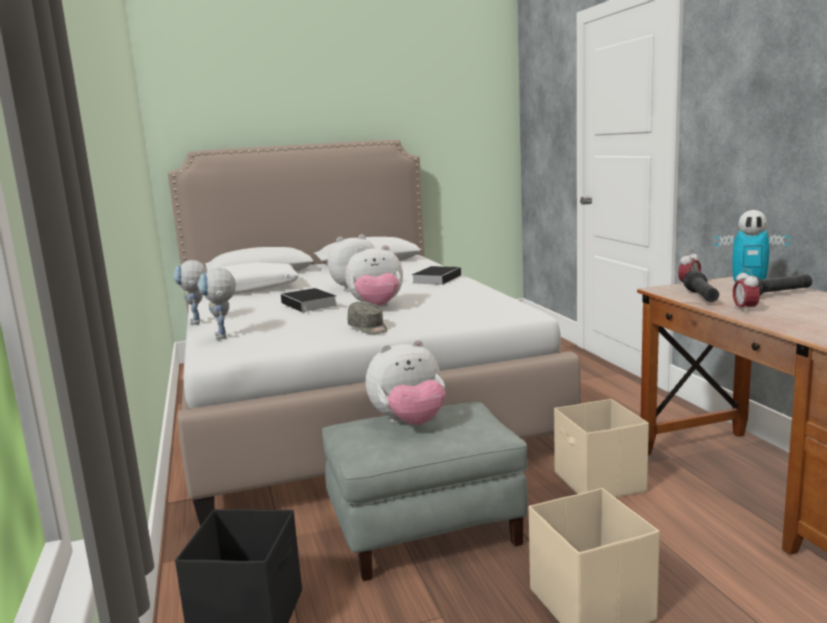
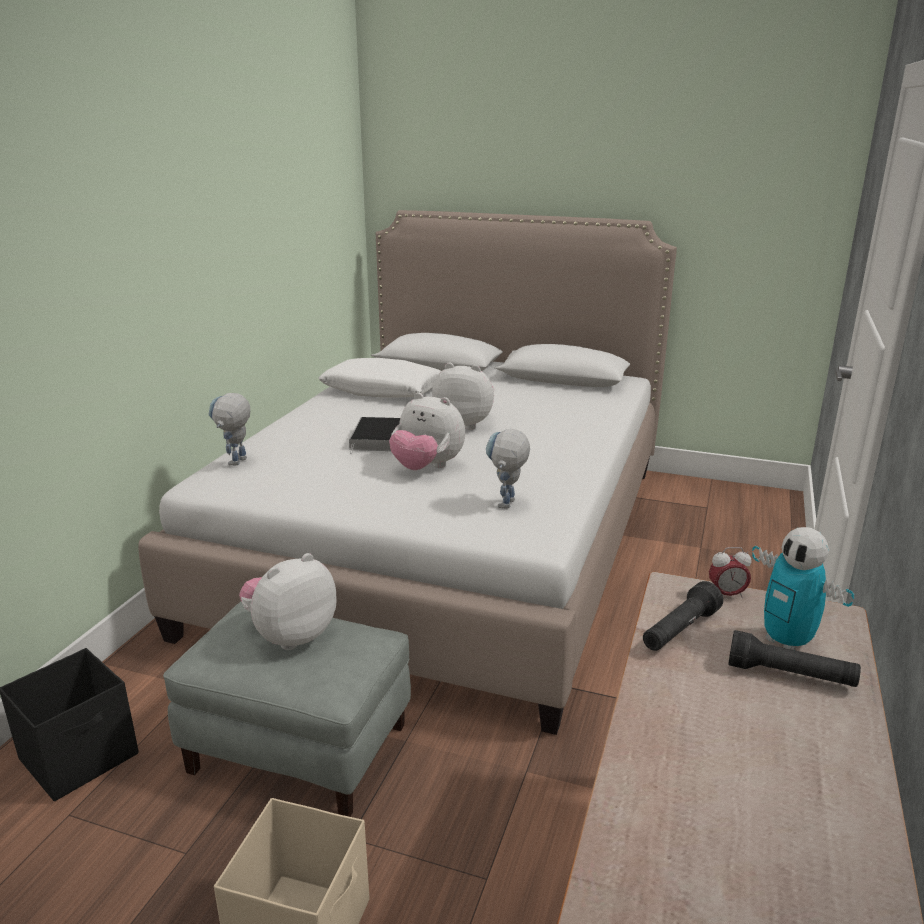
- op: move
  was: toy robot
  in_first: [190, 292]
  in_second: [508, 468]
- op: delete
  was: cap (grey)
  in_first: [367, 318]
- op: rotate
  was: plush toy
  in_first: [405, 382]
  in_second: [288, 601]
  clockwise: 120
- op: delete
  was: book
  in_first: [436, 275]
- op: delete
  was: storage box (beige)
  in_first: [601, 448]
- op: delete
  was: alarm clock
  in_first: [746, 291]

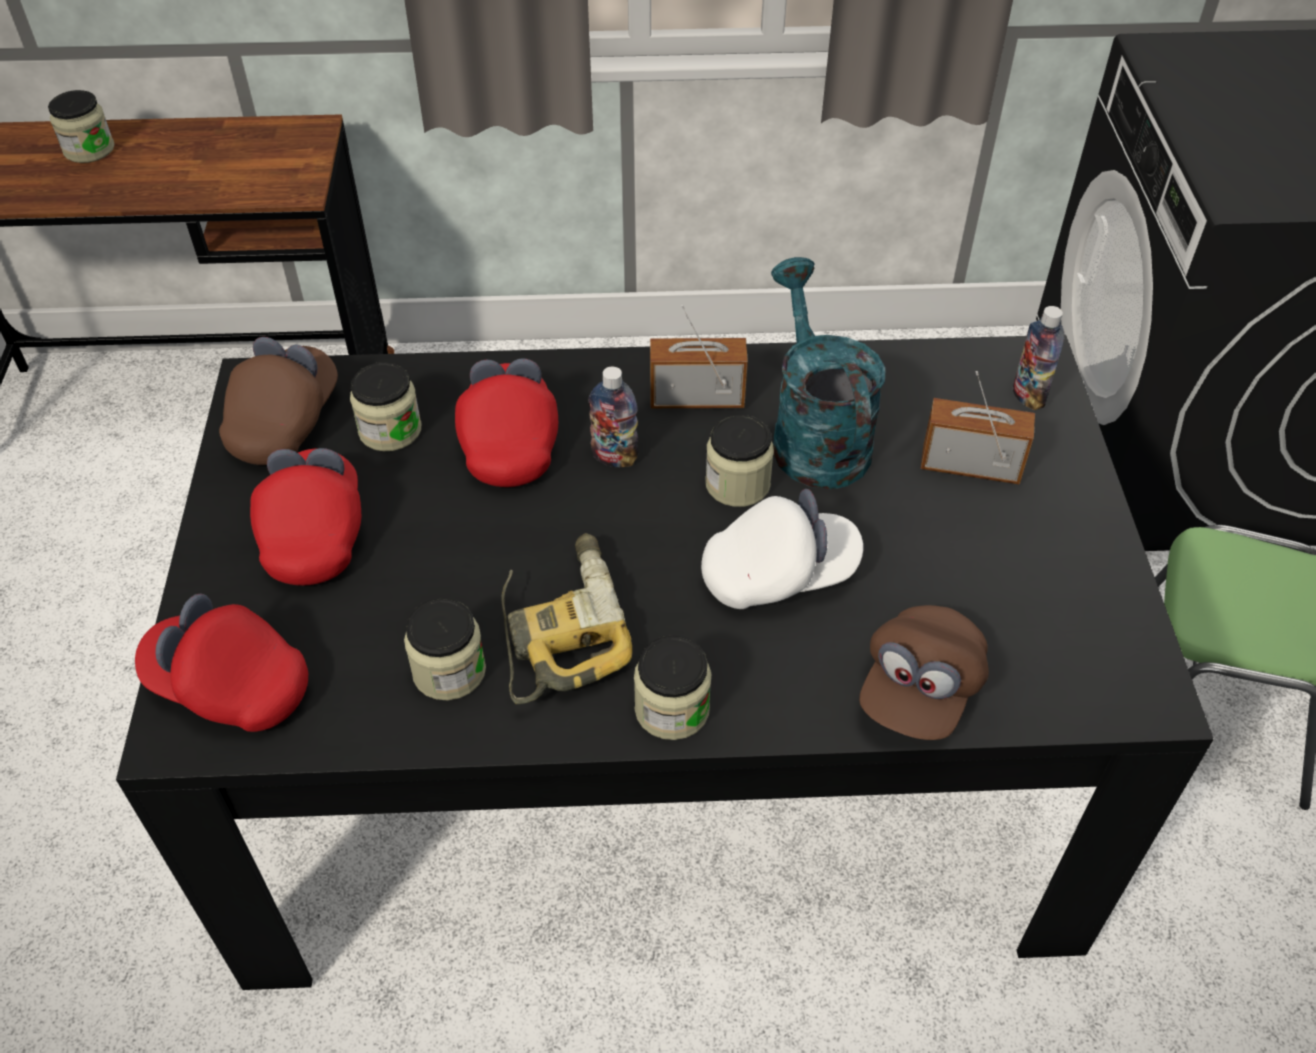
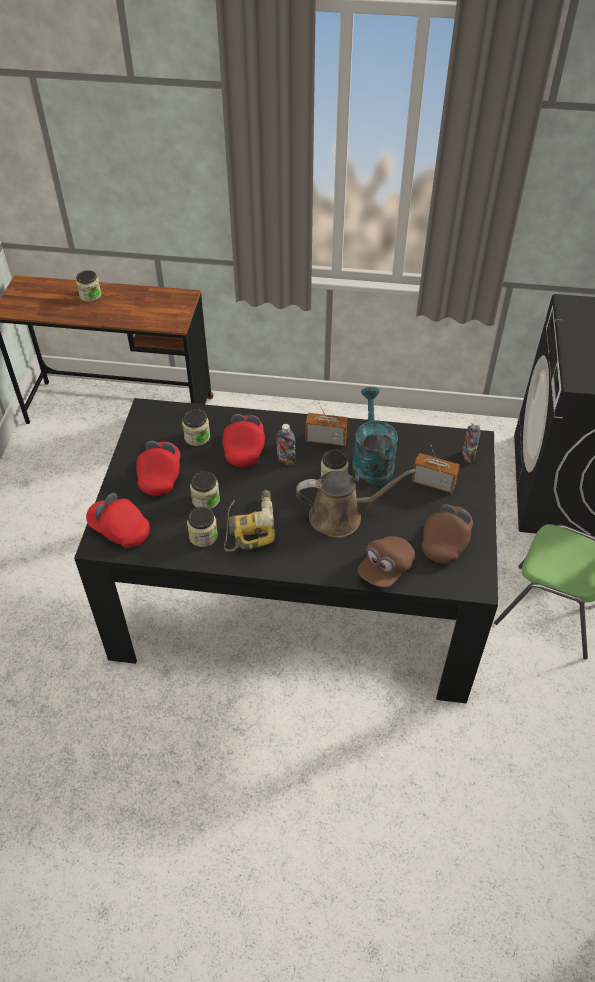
- op: move
  was: cap (brown)
  in_first: [278, 401]
  in_second: [447, 534]
- op: move
  was: jar
  in_first: [672, 688]
  in_second: [205, 490]
- op: replace
  was: cap (white)
  now: watering can (brown)
  in_first: [782, 549]
  in_second: [356, 503]

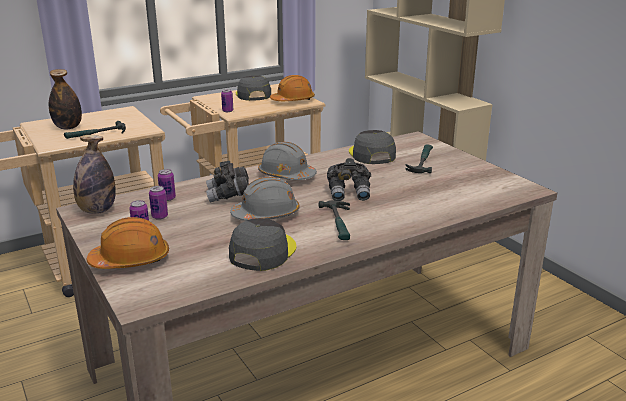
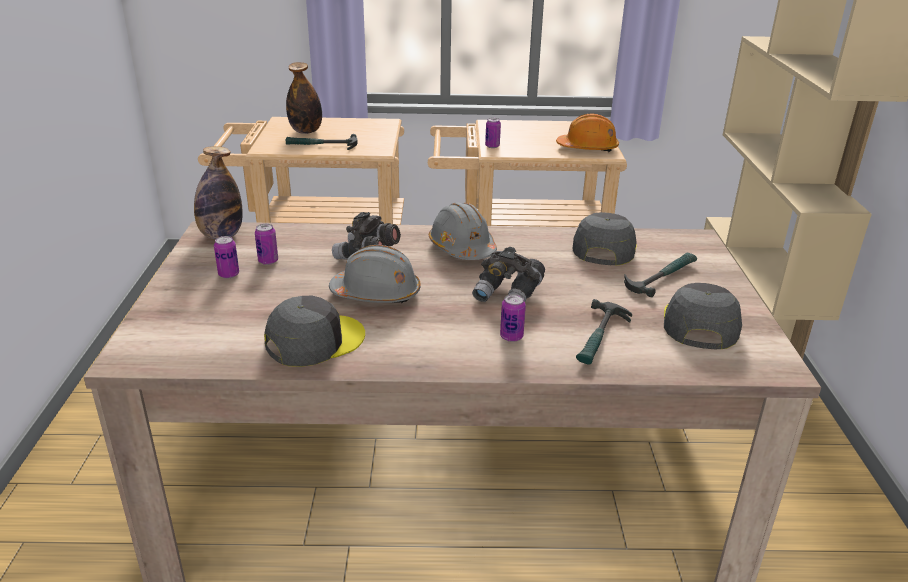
- op: delete
  was: hard hat (orange)
  in_first: [128, 243]
- op: move
  was: can
  in_first: [167, 185]
  in_second: [513, 318]
- op: move
  was: cap (grey)
  in_first: [253, 88]
  in_second: [703, 316]
- op: move
  was: hammer
  in_first: [334, 220]
  in_second: [604, 332]

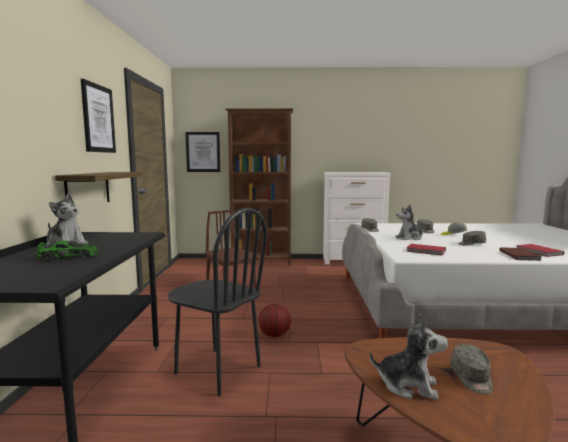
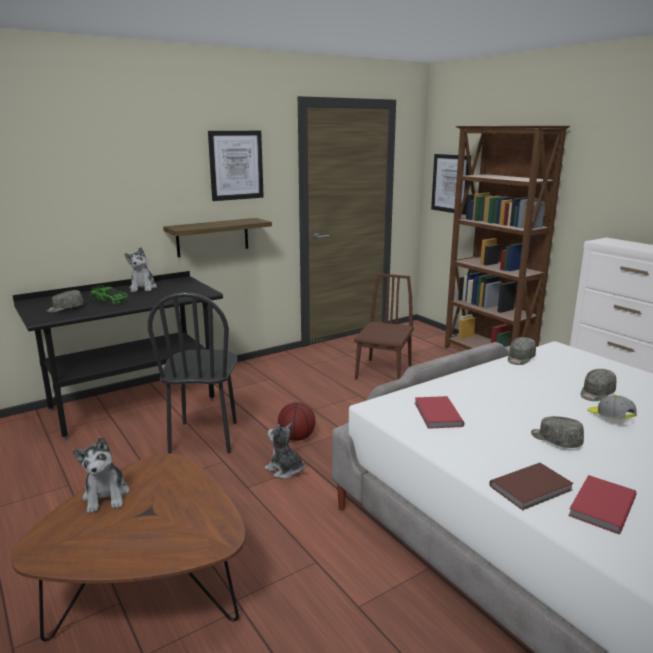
- op: move
  was: plush toy
  in_first: [410, 222]
  in_second: [285, 451]
- op: move
  was: cap (grey)
  in_first: [471, 369]
  in_second: [65, 301]

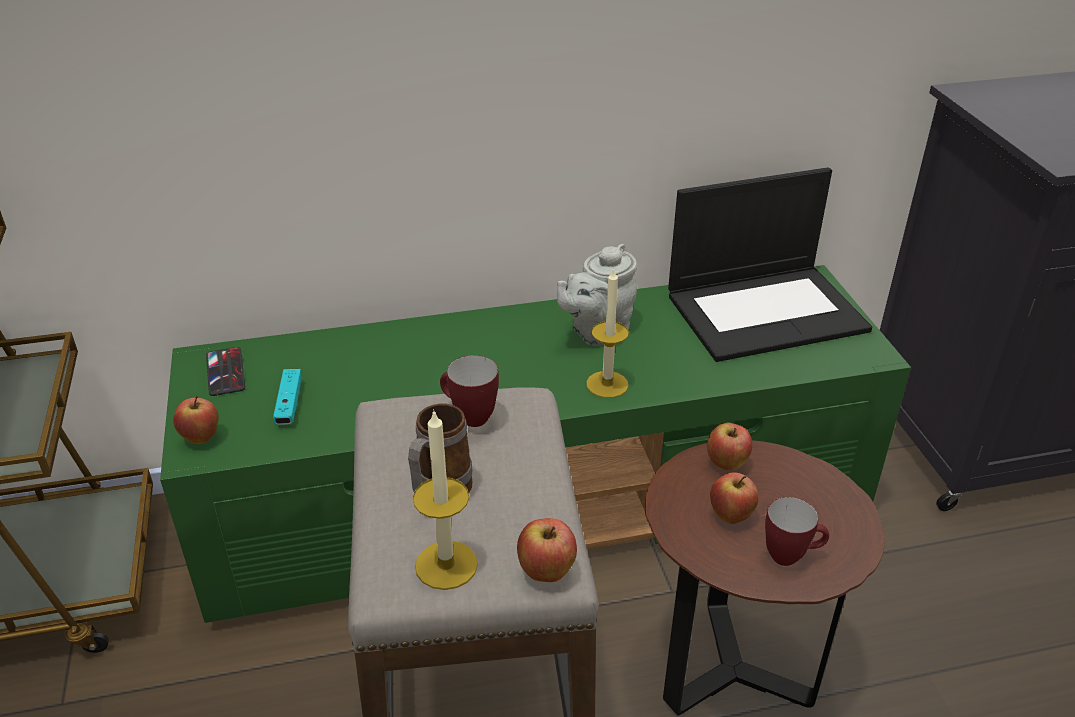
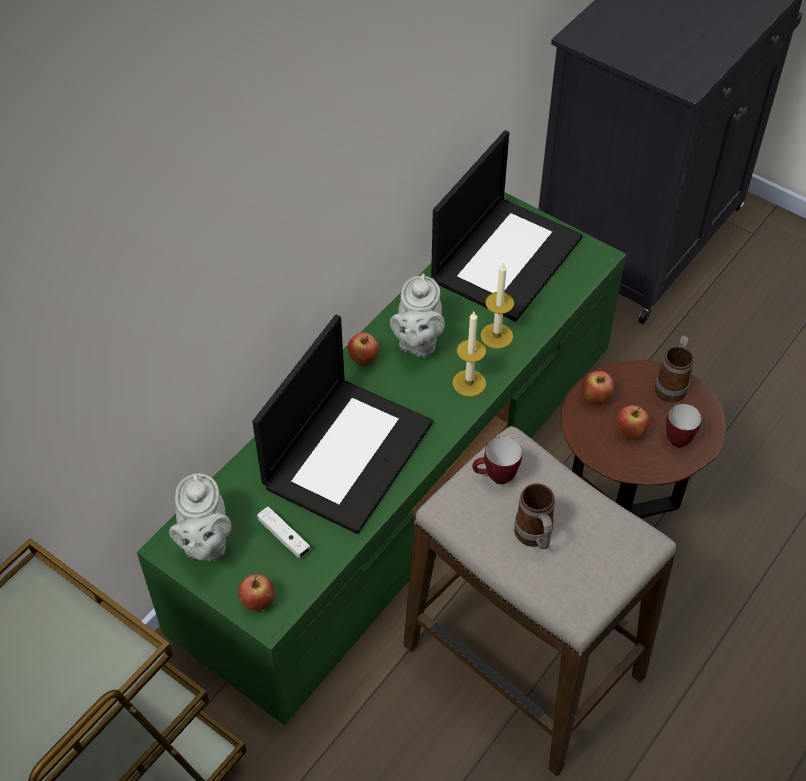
- op: replace
  was: phone
  now: teapot (grey)
  in_first: [225, 371]
  in_second: [200, 517]
- op: recolor
  was: game controller (turquoise)
  now: game controller (white)
  in_first: [287, 397]
  in_second: [283, 532]
- op: move
  was: candle
  in_first: [445, 499]
  in_second: [497, 305]
- op: move
  was: apple
  in_first: [547, 550]
  in_second: [363, 349]
- op: insert
  now: laptop
  in_second: [342, 424]
- op: insert
  now: mug
  in_second: [674, 369]

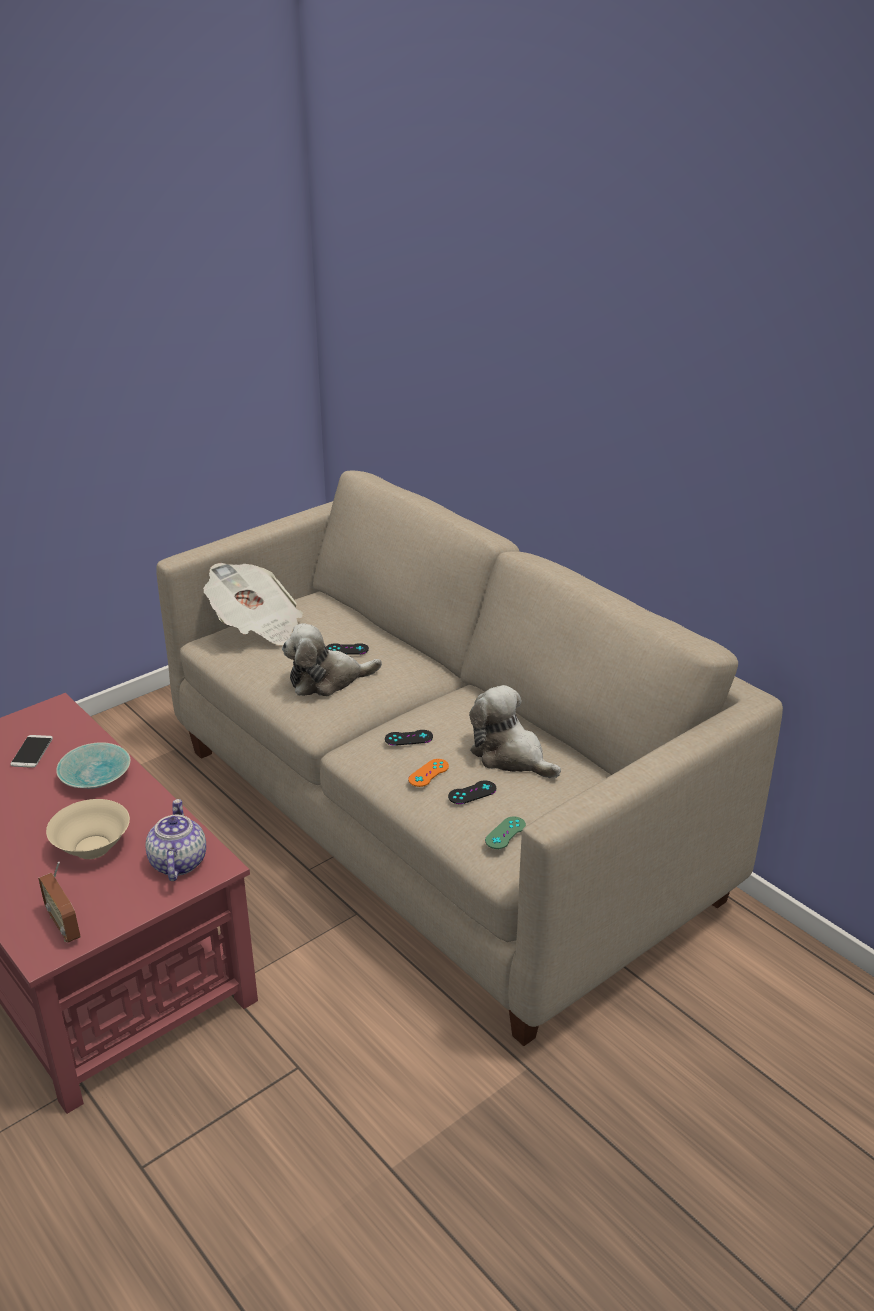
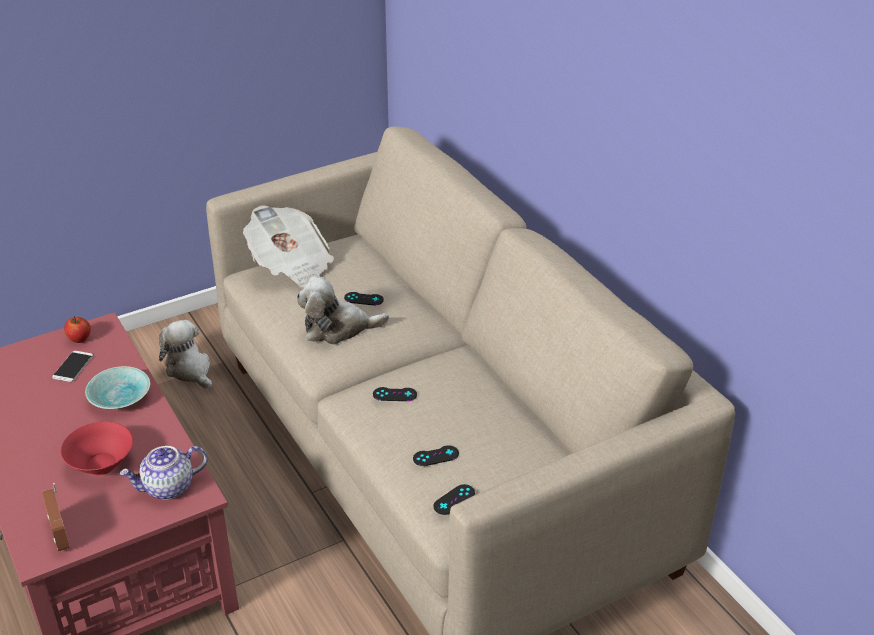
- op: recolor
  was: bowl (beige)
  now: bowl (red)
  in_first: [88, 829]
  in_second: [96, 448]
- op: rotate
  was: teapot
  in_first: [175, 840]
  in_second: [164, 473]
  clockwise: -120
- op: delete
  was: game controller (orange)
  in_first: [428, 773]
- op: move
  was: plush toy
  in_first: [515, 731]
  in_second: [185, 354]
- op: recolor
  was: game controller (green)
  now: game controller (black)
  in_first: [505, 832]
  in_second: [454, 499]
- op: insert
  now: apple
  in_second: [77, 329]

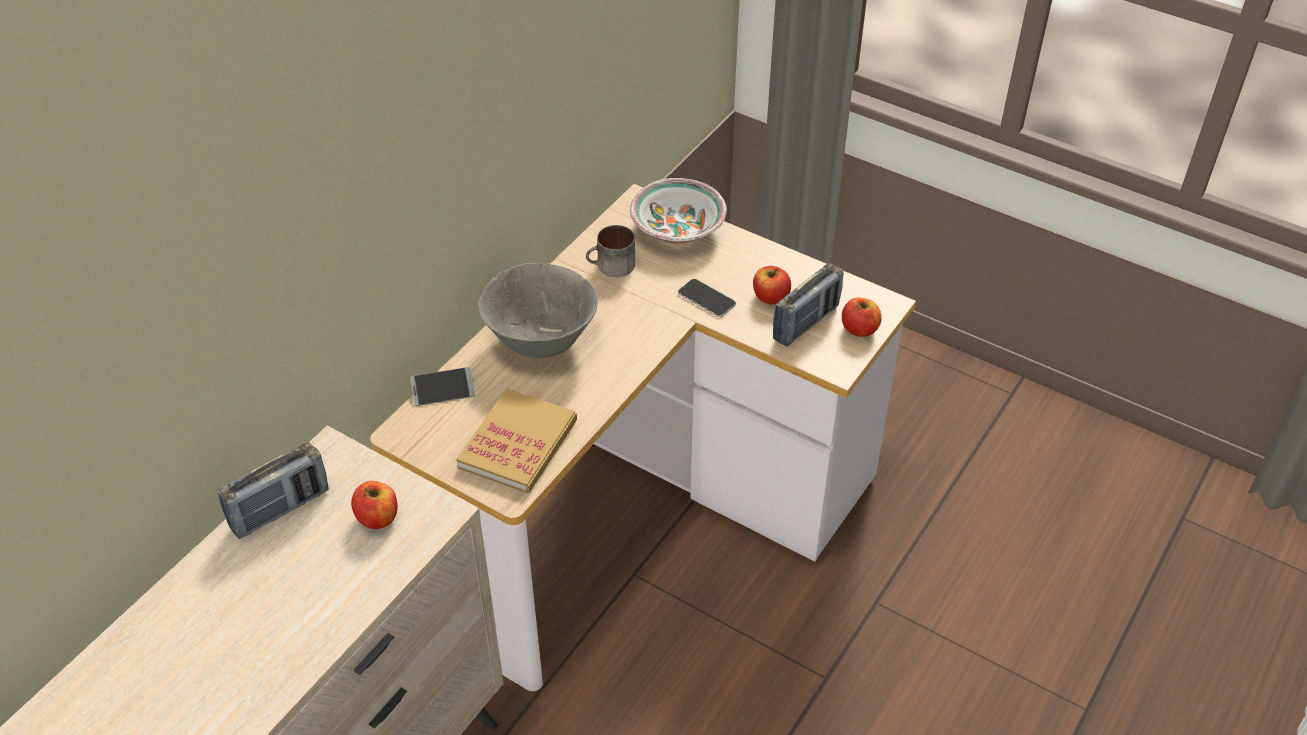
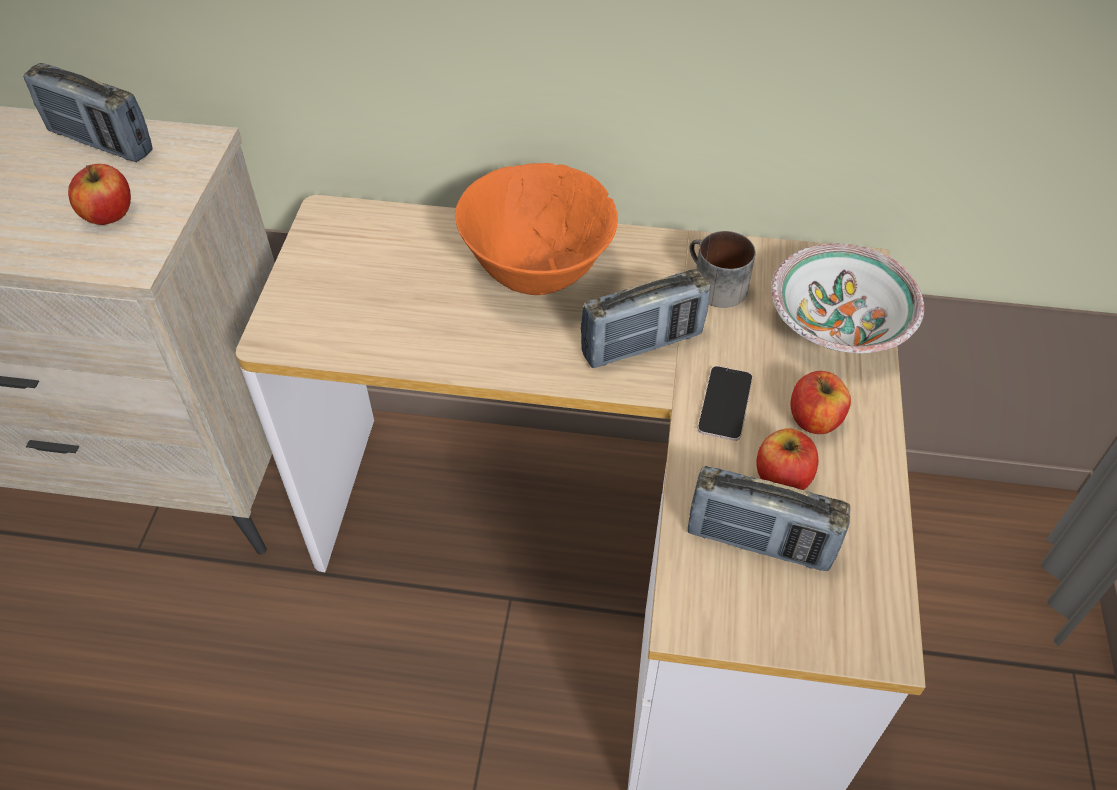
- op: delete
  was: phone
  in_first: [442, 386]
- op: delete
  was: book
  in_first: [516, 440]
- op: recolor
  was: bowl (grey)
  now: bowl (orange)
  in_first: [538, 310]
  in_second: [536, 229]
- op: move
  was: apple
  in_first: [862, 317]
  in_second: [820, 402]
- op: insert
  now: radio
  in_second: [645, 318]

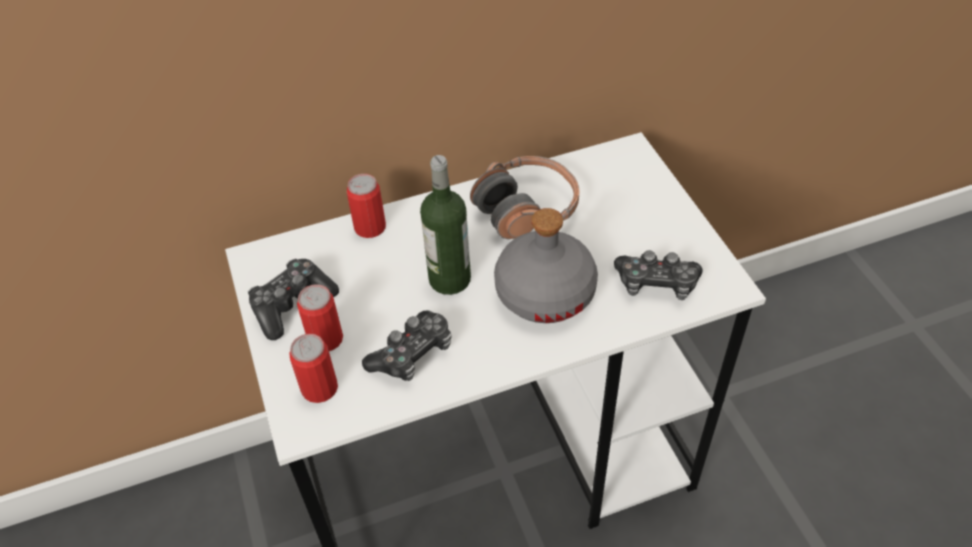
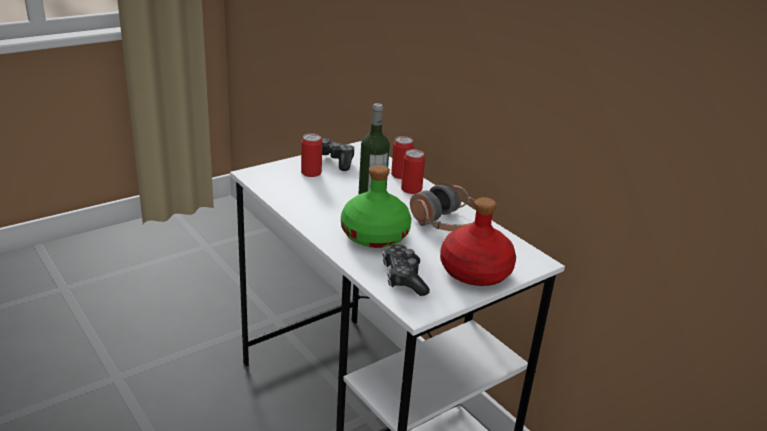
- op: move
  was: can
  in_first: [313, 368]
  in_second: [413, 171]
- op: delete
  was: game controller
  in_first: [407, 345]
- op: recolor
  was: bottle (grey)
  now: bottle (green)
  in_first: [546, 265]
  in_second: [376, 206]
- op: insert
  now: bottle (red)
  in_second: [478, 241]

